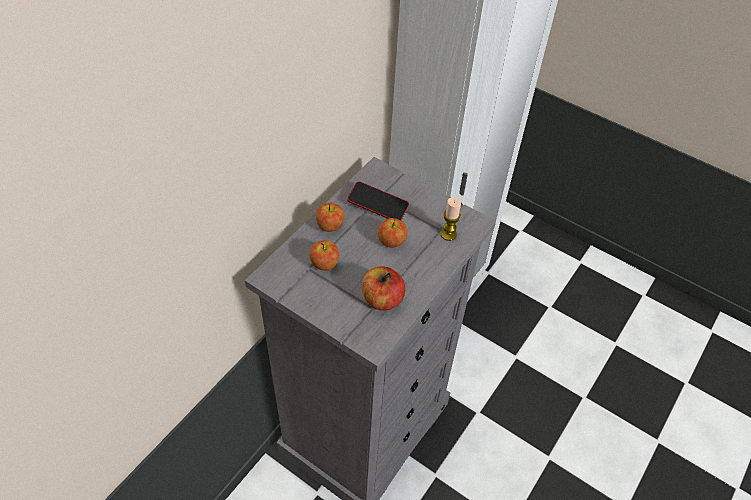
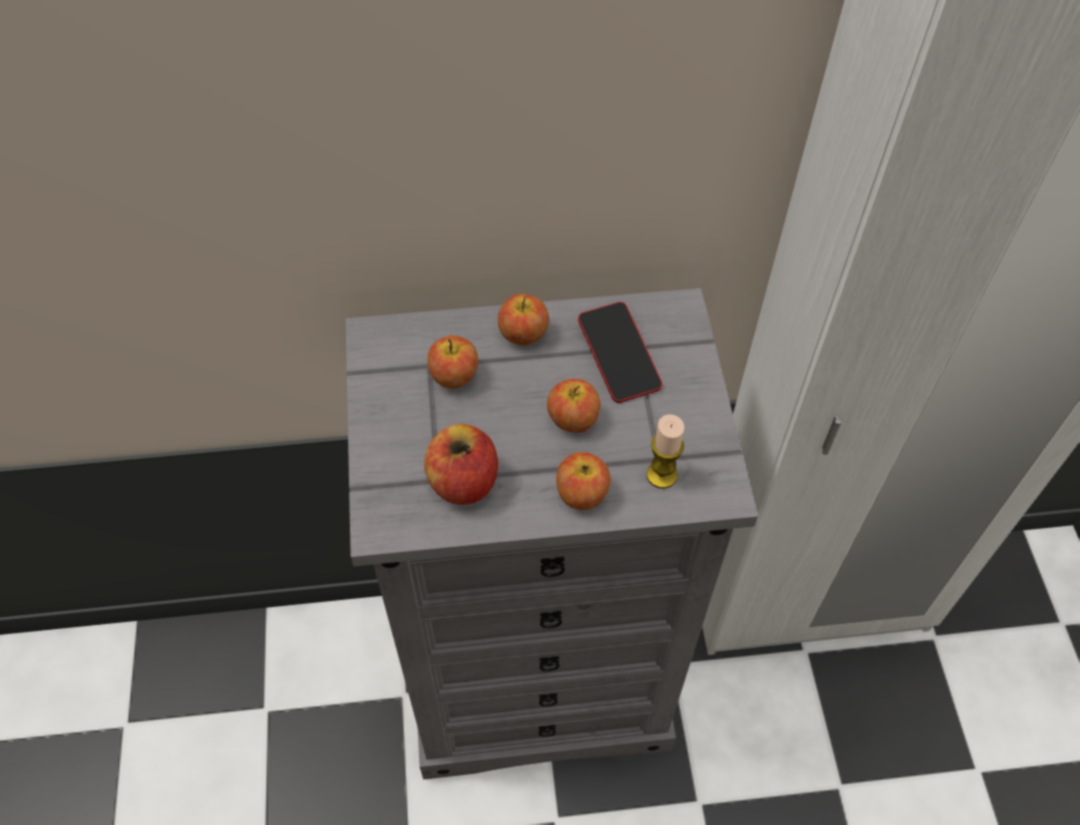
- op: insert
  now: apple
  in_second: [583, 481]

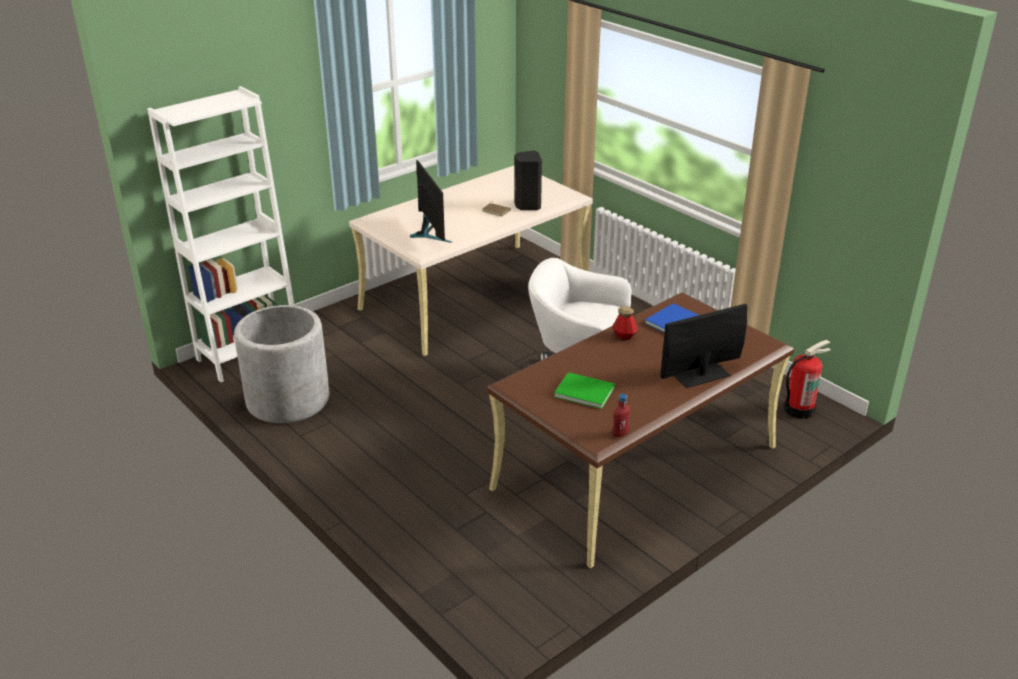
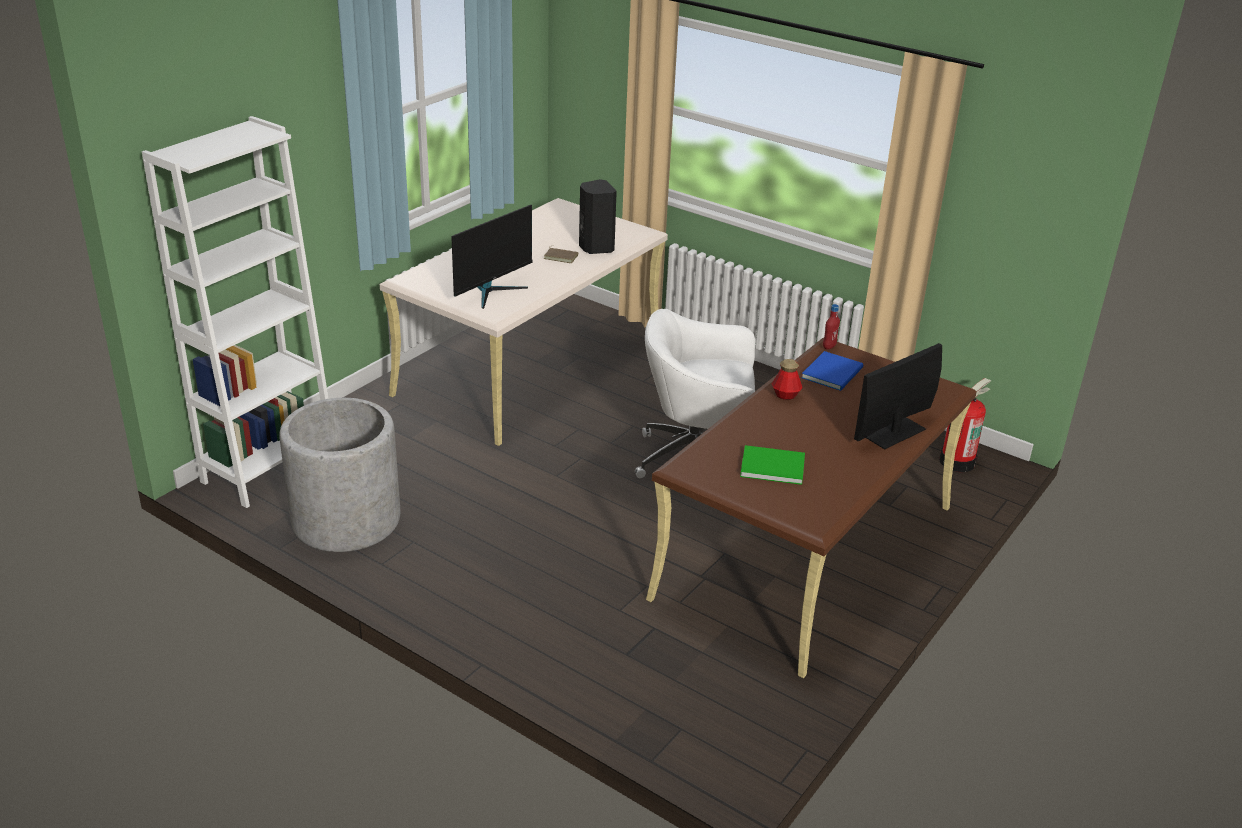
- op: rotate
  was: monitor
  in_first: [431, 201]
  in_second: [491, 257]
  clockwise: 75
- op: move
  was: bottle (red)
  in_first: [621, 415]
  in_second: [831, 327]

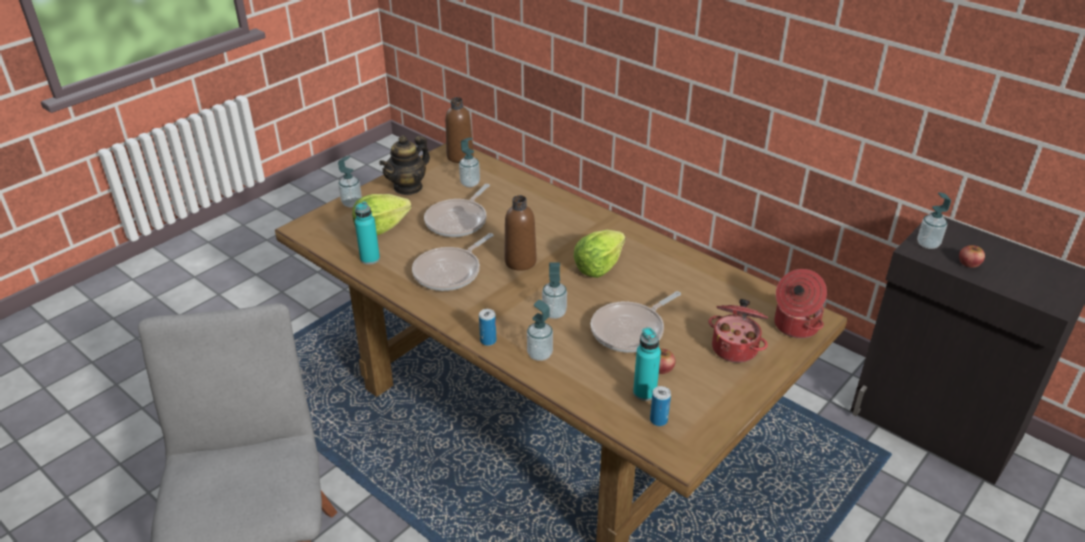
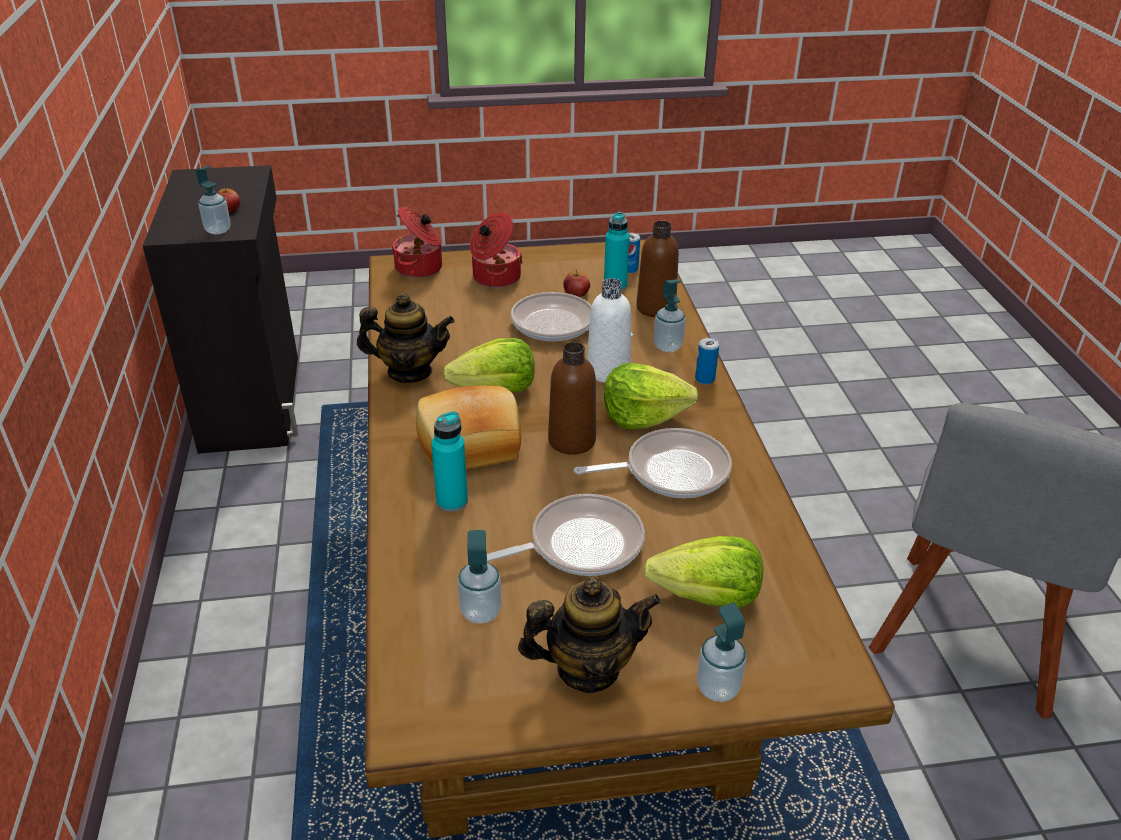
- op: move
  was: bottle (turquoise)
  in_first: [367, 233]
  in_second: [449, 461]
- op: move
  was: bottle (brown)
  in_first: [459, 130]
  in_second: [657, 269]
- op: replace
  was: soap dispenser
  now: bottle (white)
  in_first: [554, 290]
  in_second: [609, 330]
- op: rotate
  was: frying pan
  in_first: [636, 322]
  in_second: [572, 316]
  clockwise: -150
- op: insert
  now: teapot
  in_second: [406, 338]
- op: insert
  now: bread
  in_second: [468, 427]
- op: insert
  now: lettuce
  in_second: [651, 396]

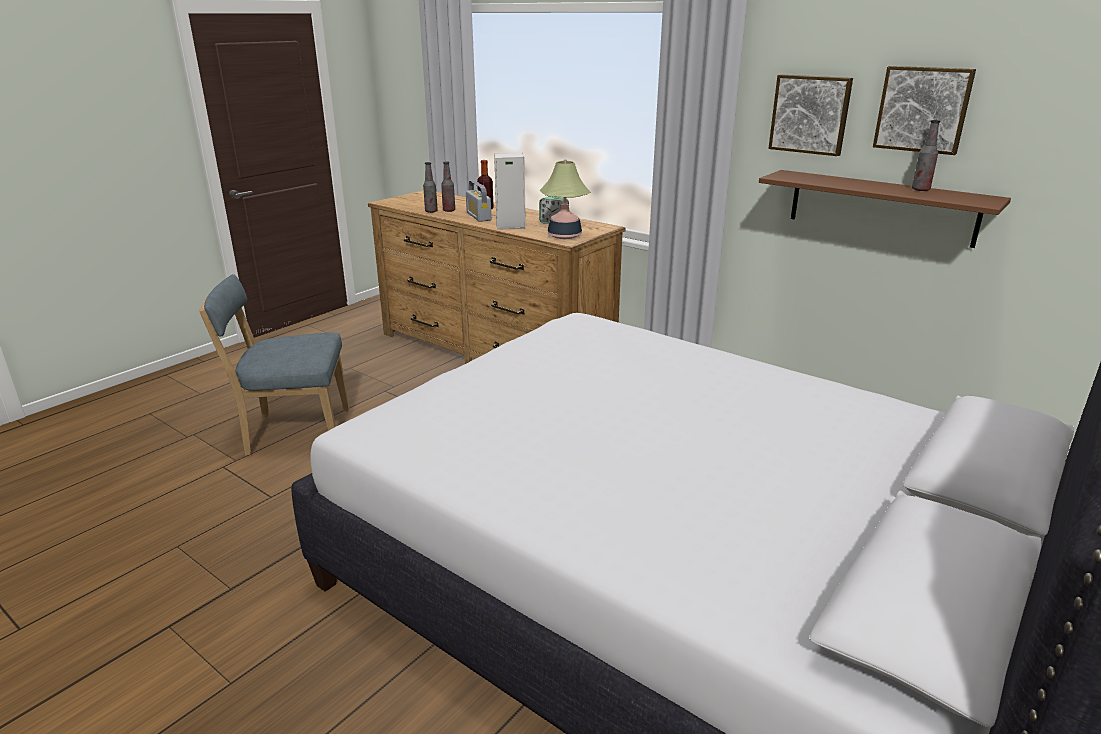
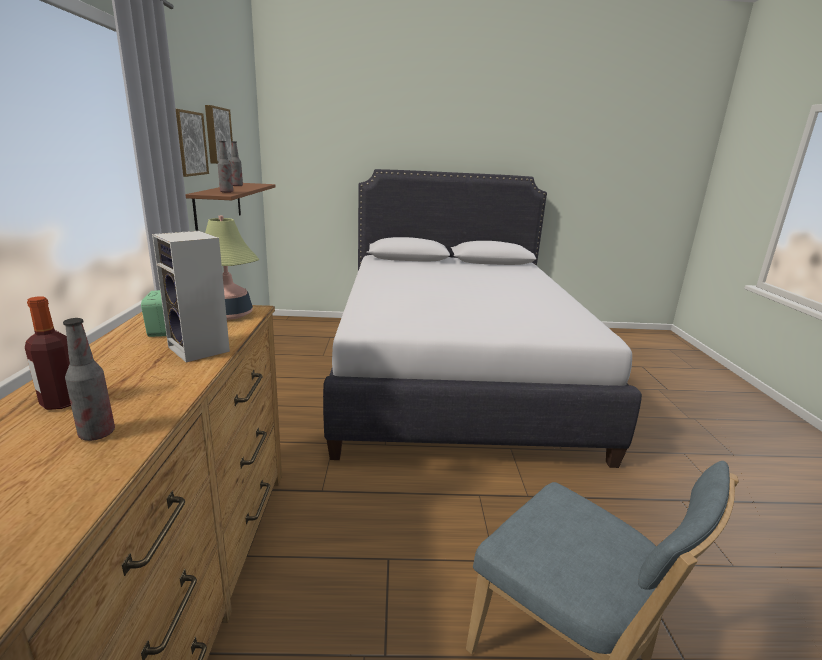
- op: move
  was: bottle
  in_first: [430, 187]
  in_second: [225, 167]
- op: delete
  was: radio
  in_first: [478, 201]

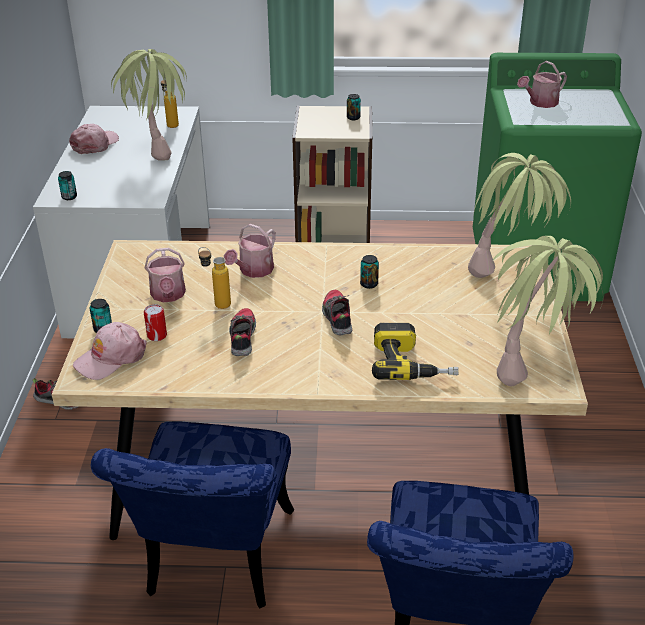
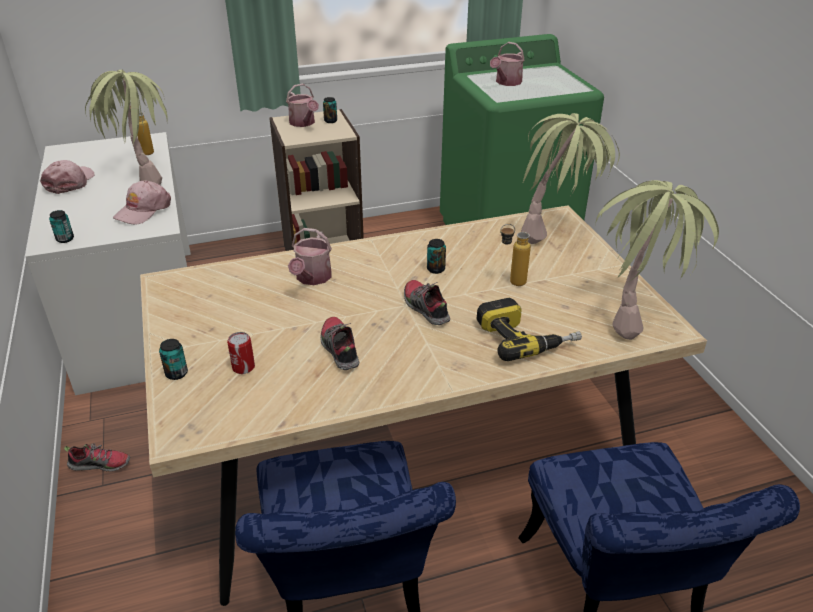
- op: move
  was: cap (pink)
  in_first: [110, 351]
  in_second: [142, 202]
- op: move
  was: watering can
  in_first: [165, 275]
  in_second: [302, 105]
- op: move
  was: bottle
  in_first: [214, 278]
  in_second: [515, 255]

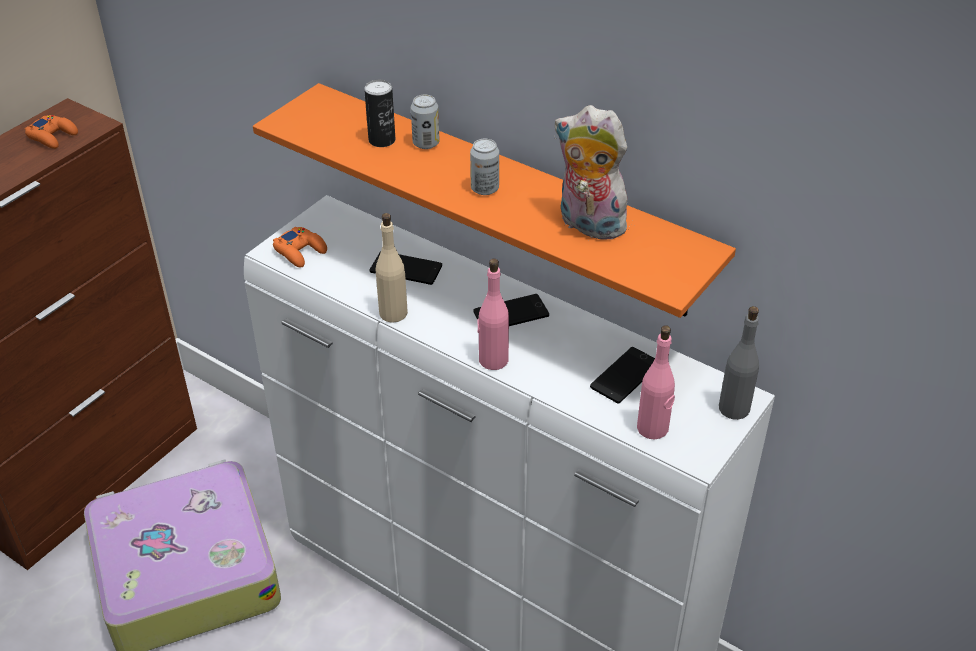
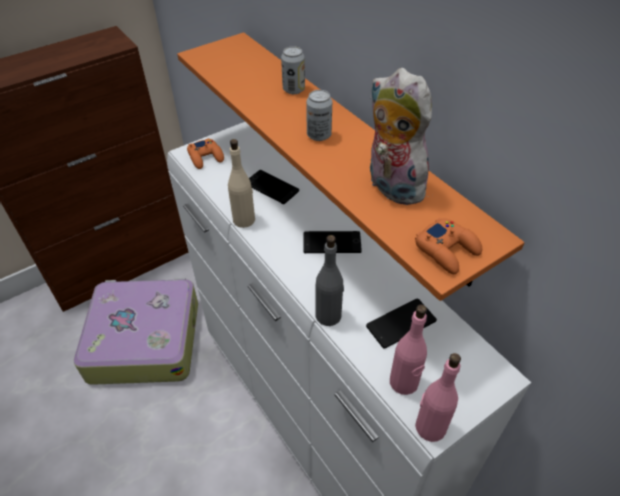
- op: move
  was: game controller (orange)
  in_first: [51, 132]
  in_second: [448, 246]
- op: delete
  was: can
  in_first: [379, 113]
- op: move
  was: bottle (pink)
  in_first: [493, 314]
  in_second: [438, 397]
- op: move
  was: bottle (grey)
  in_first: [739, 363]
  in_second: [329, 280]

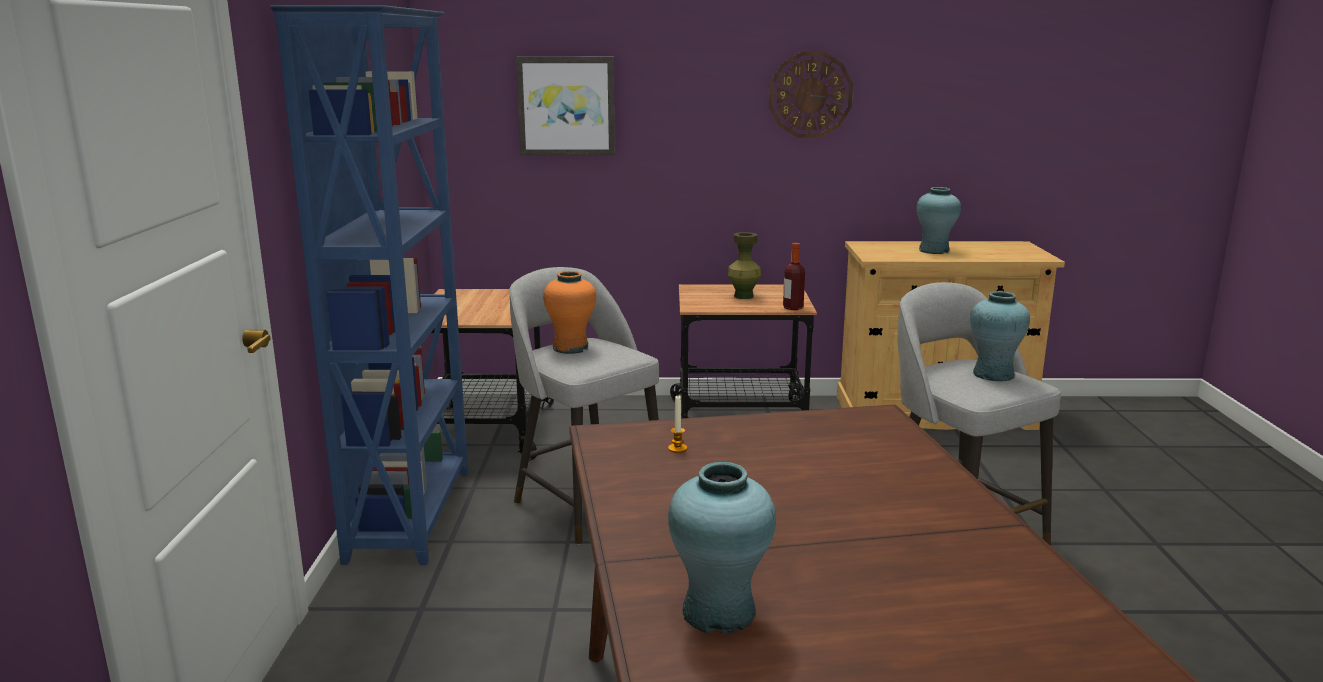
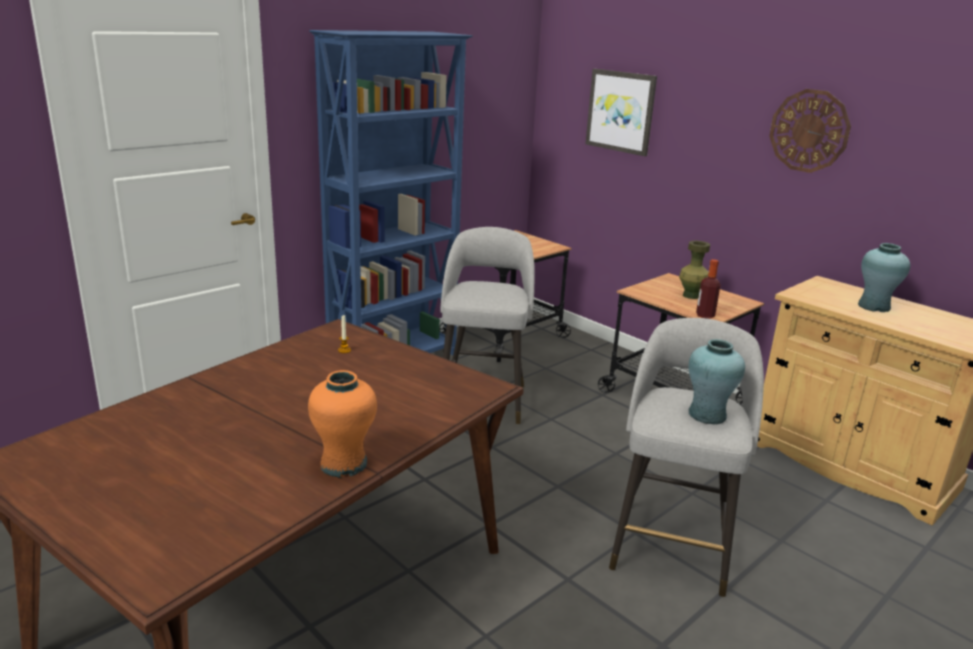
- op: move
  was: vase (orange)
  in_first: [569, 312]
  in_second: [342, 424]
- op: delete
  was: vase (turquoise)
  in_first: [722, 548]

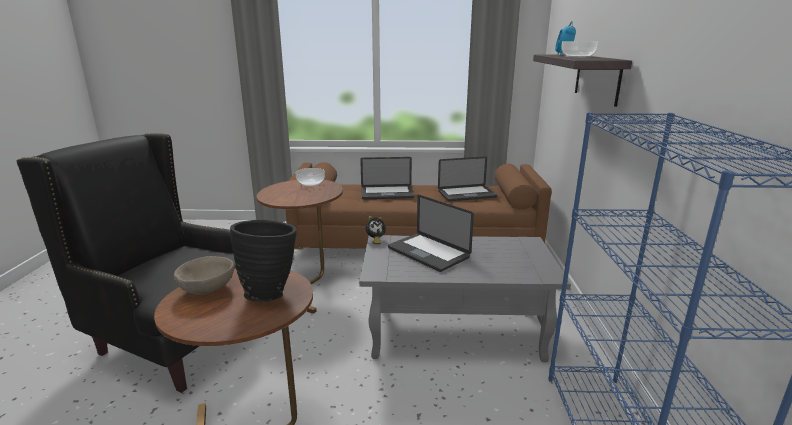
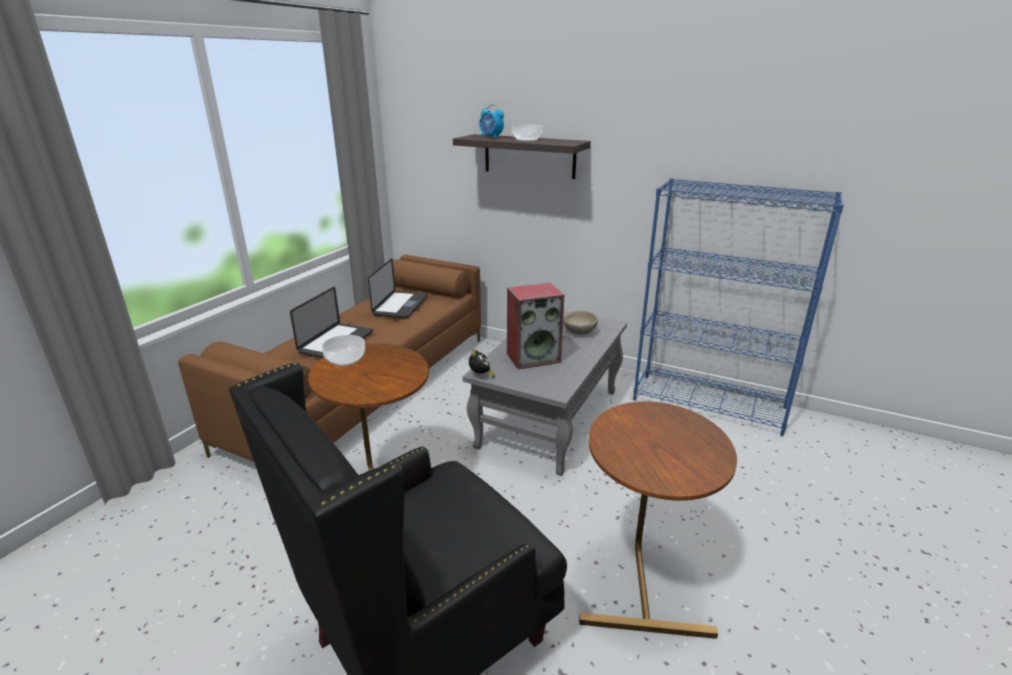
- op: move
  was: bowl (beige)
  in_first: [204, 275]
  in_second: [580, 323]
- op: delete
  was: vase (black)
  in_first: [263, 261]
- op: replace
  was: laptop
  now: speaker
  in_first: [431, 233]
  in_second: [535, 326]

